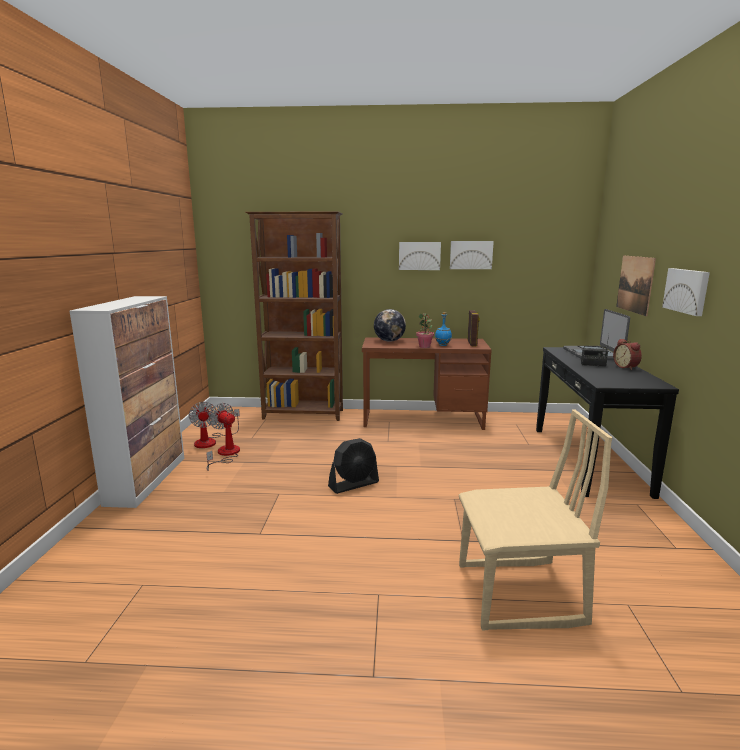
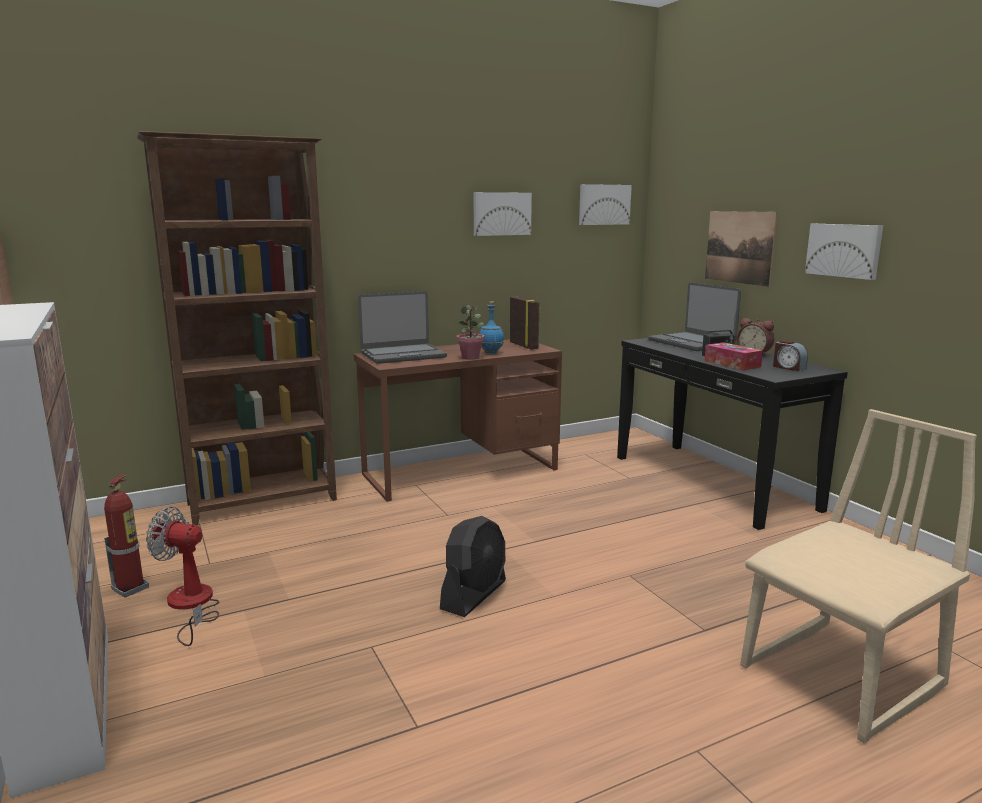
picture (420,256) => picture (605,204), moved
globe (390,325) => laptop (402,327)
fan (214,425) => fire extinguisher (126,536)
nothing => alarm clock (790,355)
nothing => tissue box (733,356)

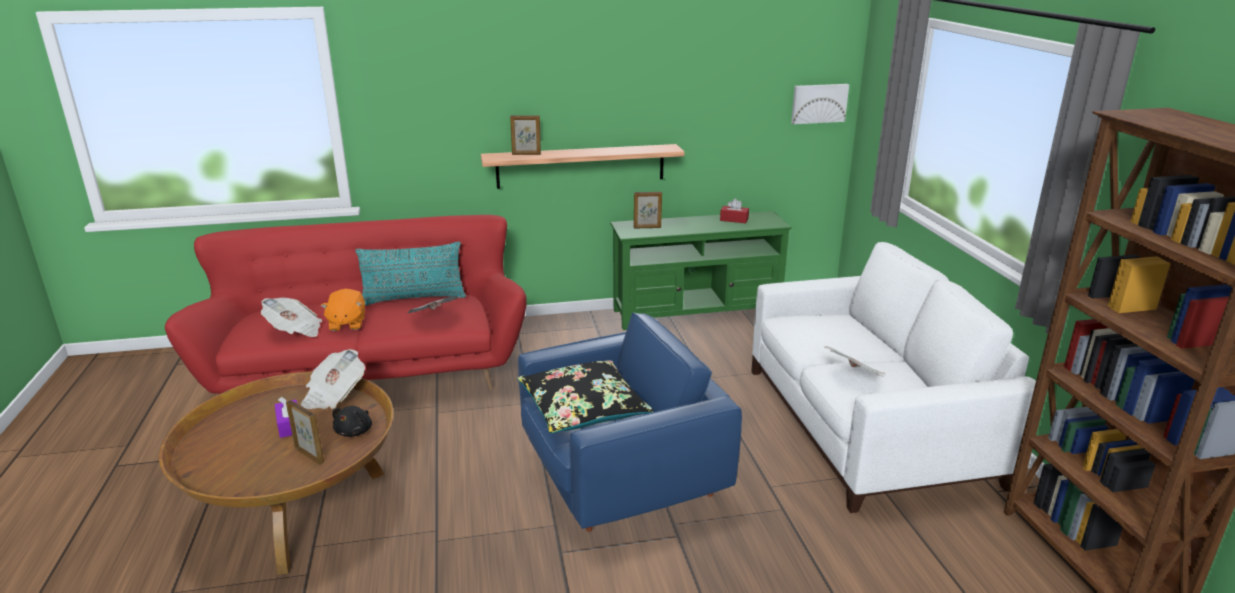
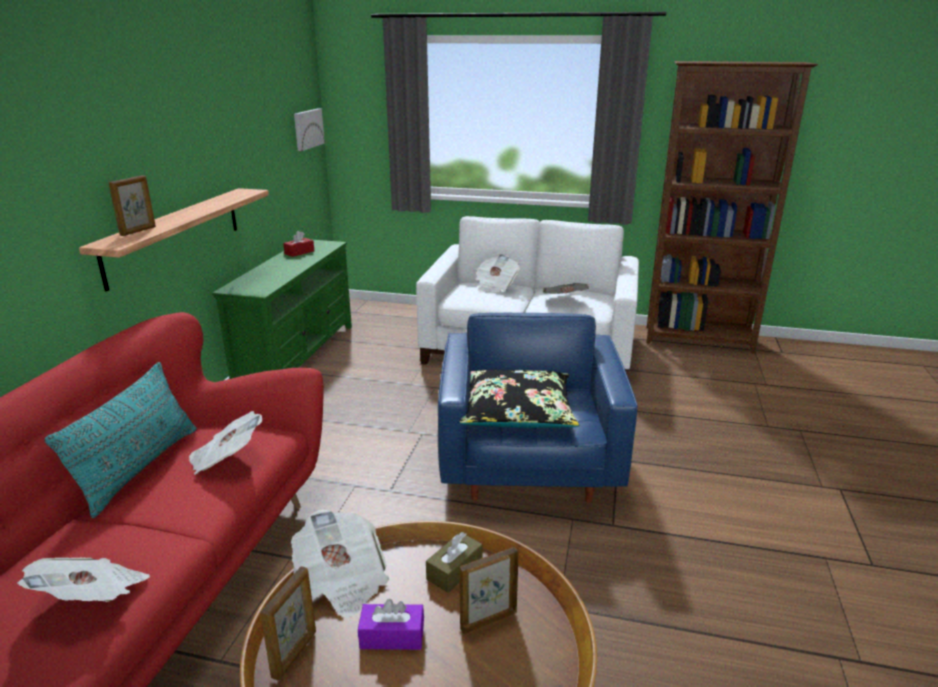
picture frame (648,210) => picture frame (288,623), moved
plush toy/orange (343,310) => nothing
plush toy/black (352,421) => tissue box/brown (454,562)
nothing => newspaper (497,273)

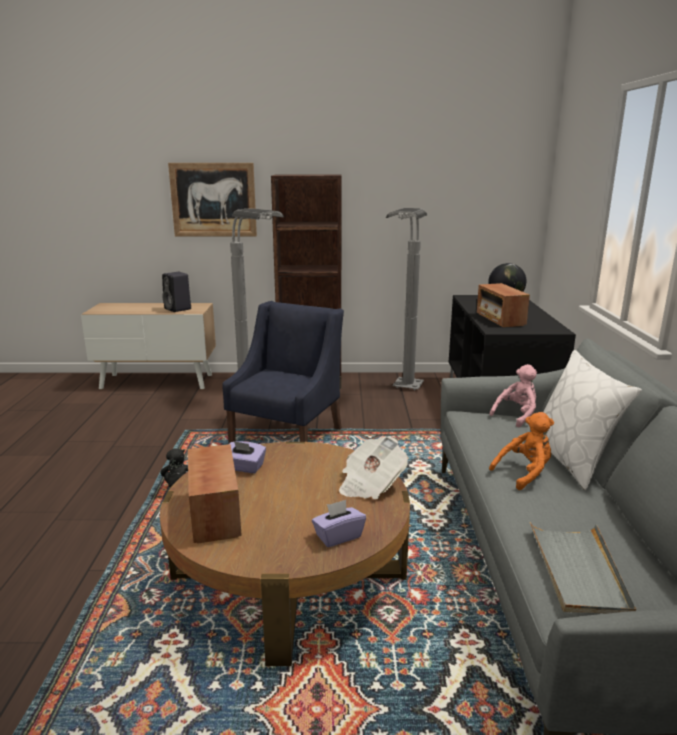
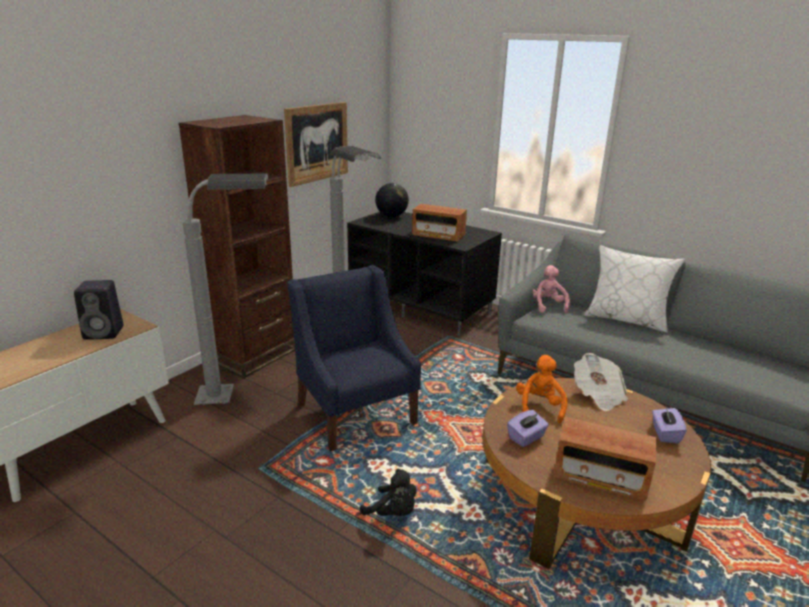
picture (212,199) => picture (316,144), moved
plush toy/orange (521,451) => plush toy/orange (542,389), moved
tray/grey (583,568) => nothing

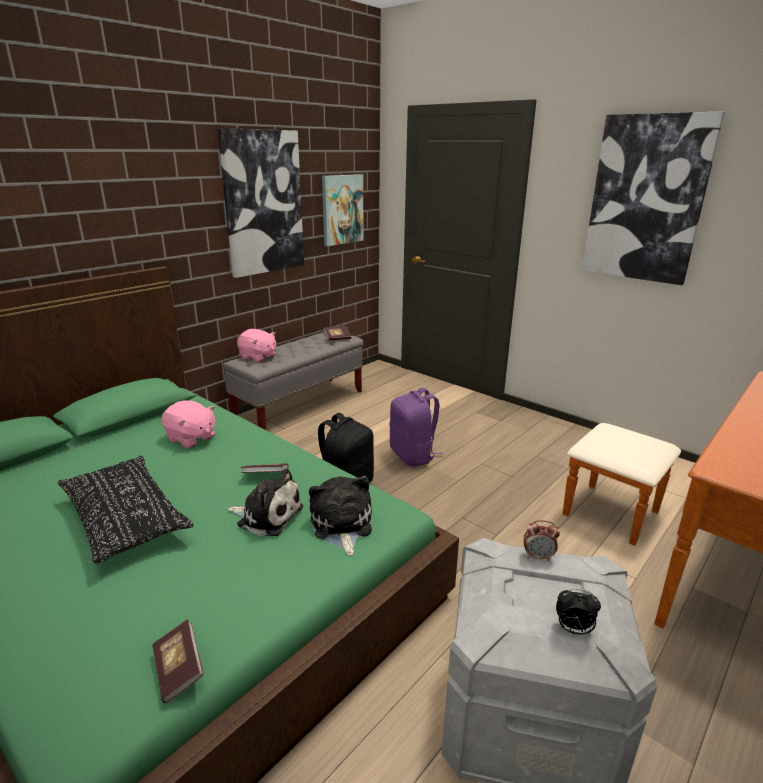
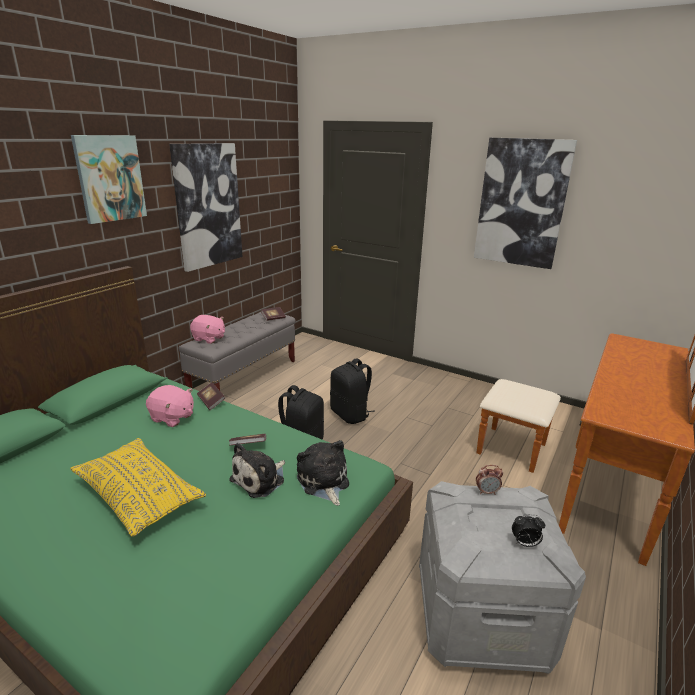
picture (343,210) => picture (109,179), moved
backpack/purple (416,427) => backpack/black (352,391)
pillow/black (126,510) => pillow/yellow (138,487)
plush toy (265,502) => plush toy (257,470), 120 degrees clockwise
book (178,661) => book (211,396), moved

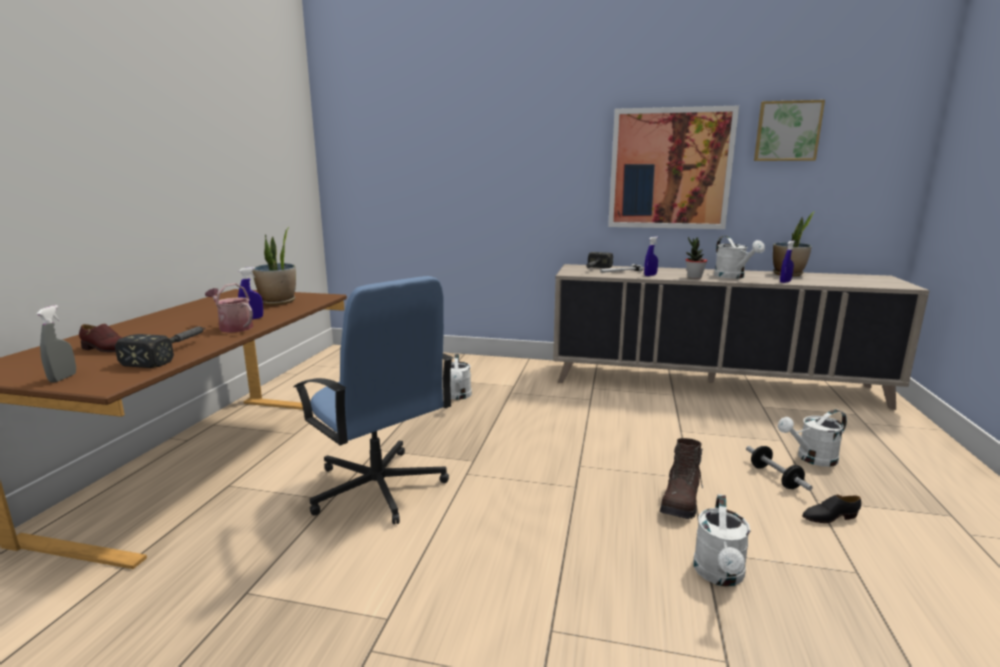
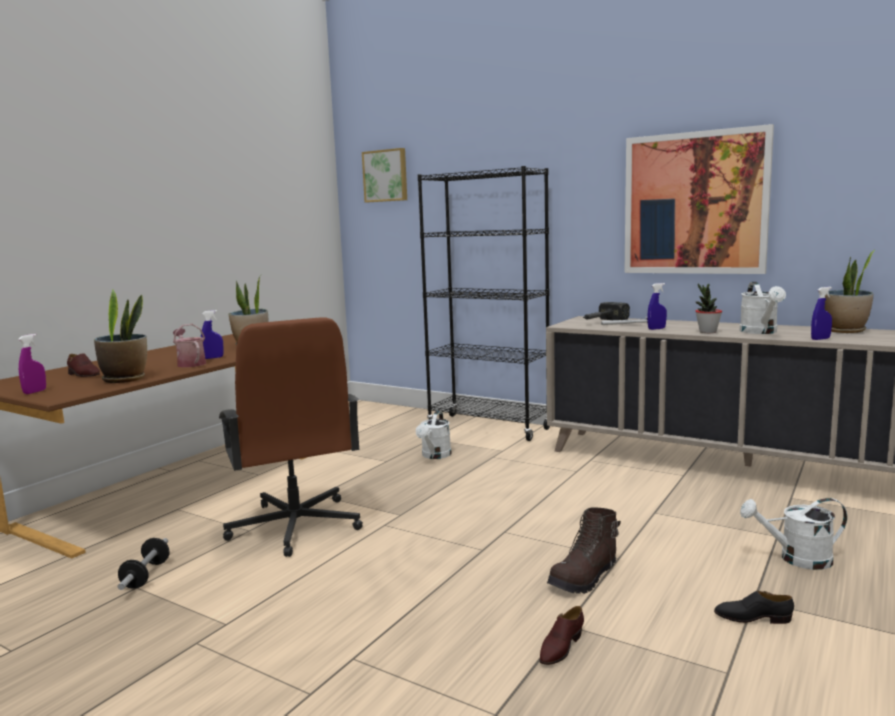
picture (789,130) => picture (384,175), moved
office chair/blue (373,400) => office chair/brown (291,437)
spray bottle/grey (56,344) => spray bottle/purple (32,364)
hammer (160,347) => potted plant (120,336)
dumbbell (779,468) => dumbbell (144,564), moved
watering can/white (721,540) => shoe/brown (561,635)
nothing => bookcase/black (484,303)

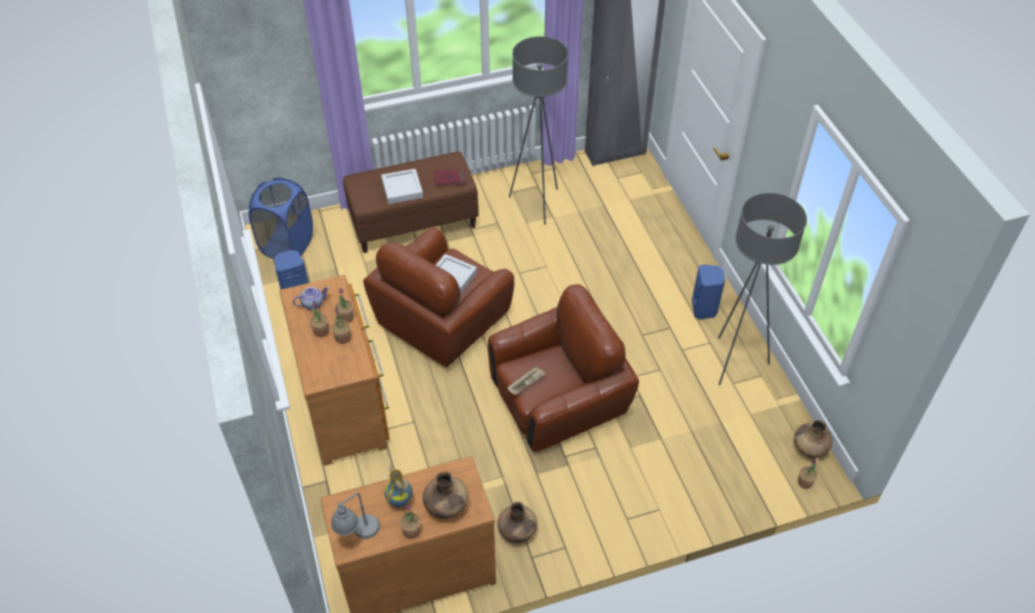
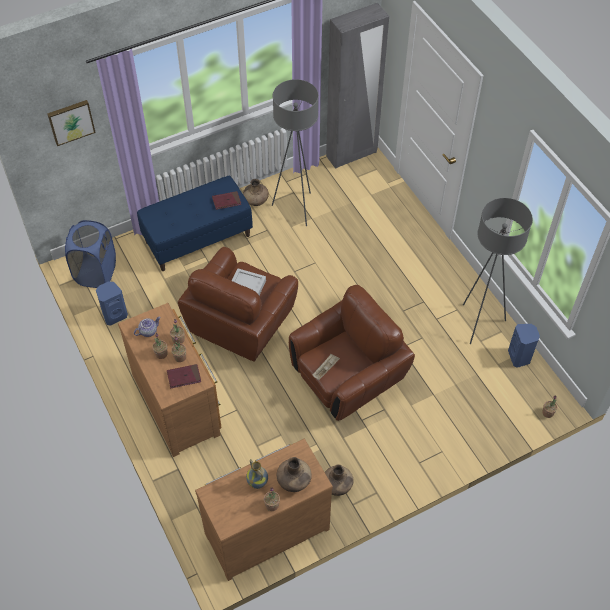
bench/brown (411,202) => bench/blue (195,223)
tray/grey (402,186) => nothing
speaker/blue (708,291) => speaker/blue (524,346), moved
vase/brown (813,439) => vase/brown (256,192), moved
table lamp/grey (355,516) => nothing
nothing => picture (71,123)
nothing => book/red (184,376)

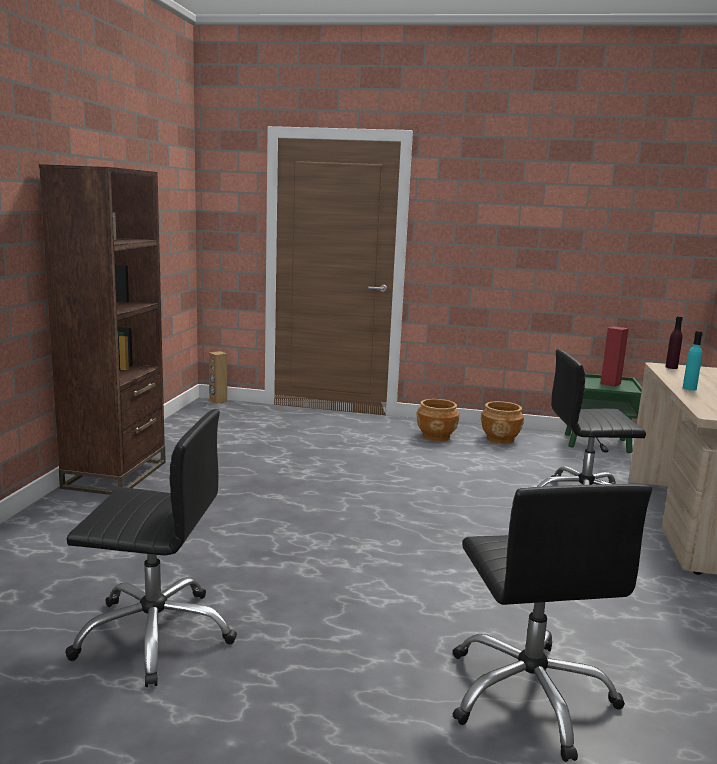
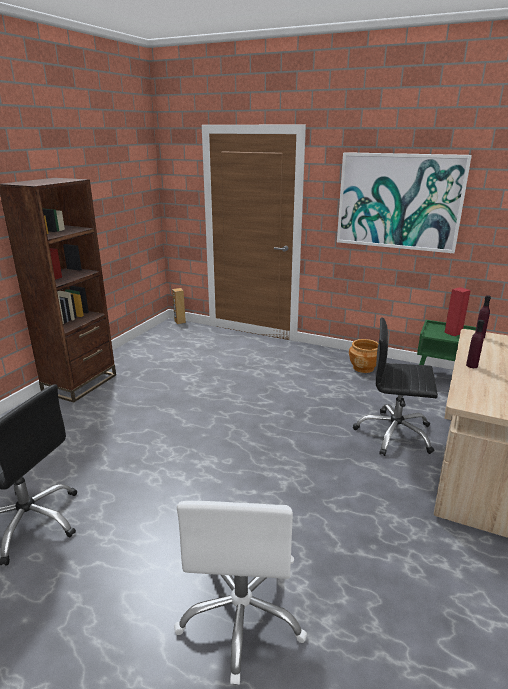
bottle/turquoise (693,361) => bottle/purple (475,344)
planter/brown (438,420) => nothing
office chair/black (552,623) => office chair/white (240,593)
nothing => picture (404,202)

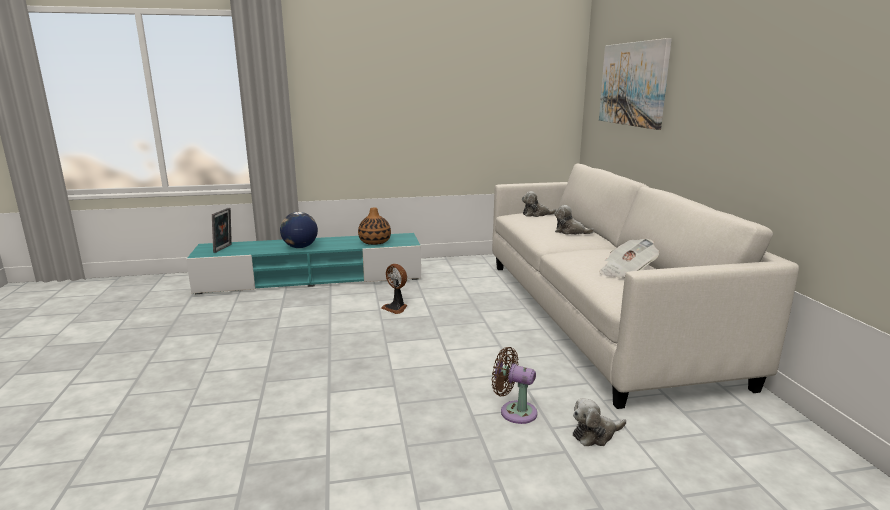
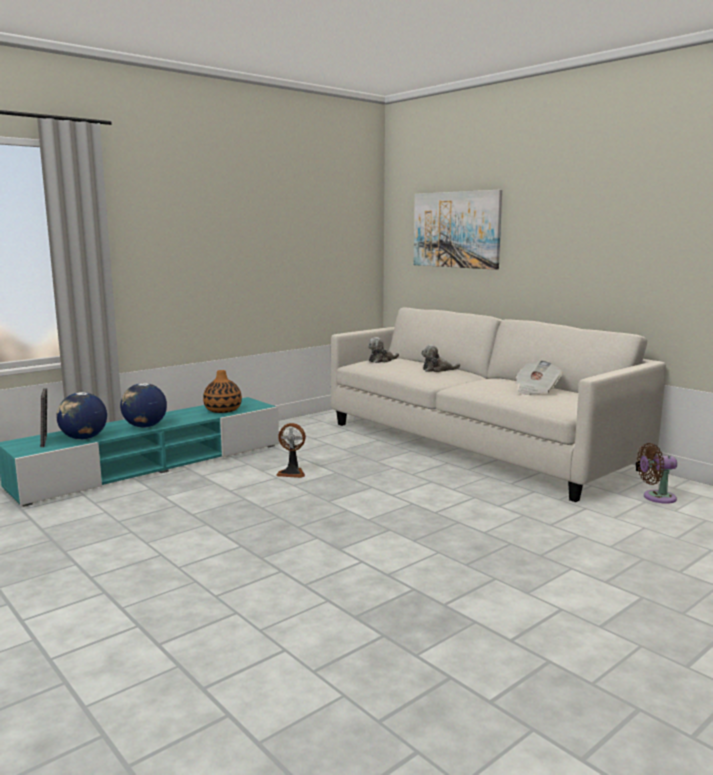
fan/brown (515,385) => fan/brown (657,473), moved
plush toy (599,422) => nothing
nothing => globe (81,416)

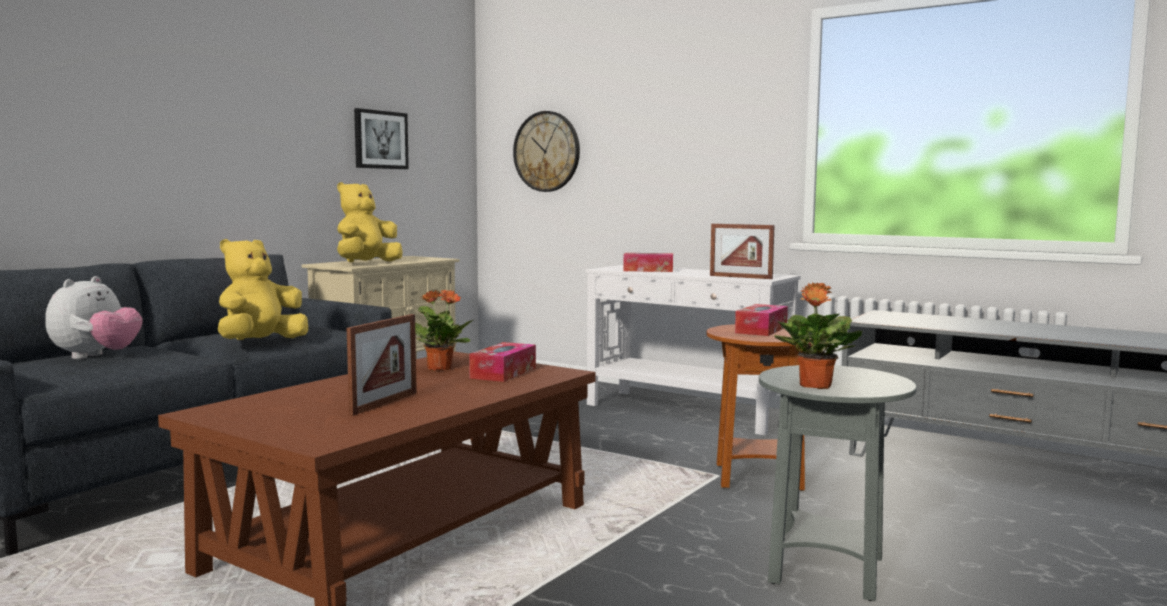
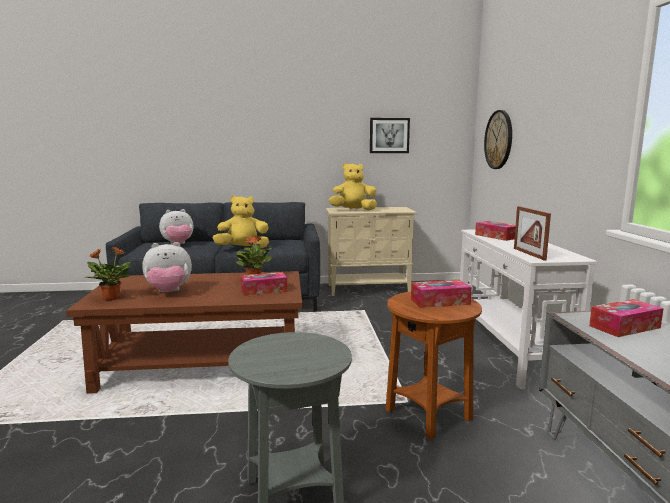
potted plant (818,336) => potted plant (107,273), moved
picture frame (382,365) => plush toy (167,267)
nothing => tissue box (626,318)

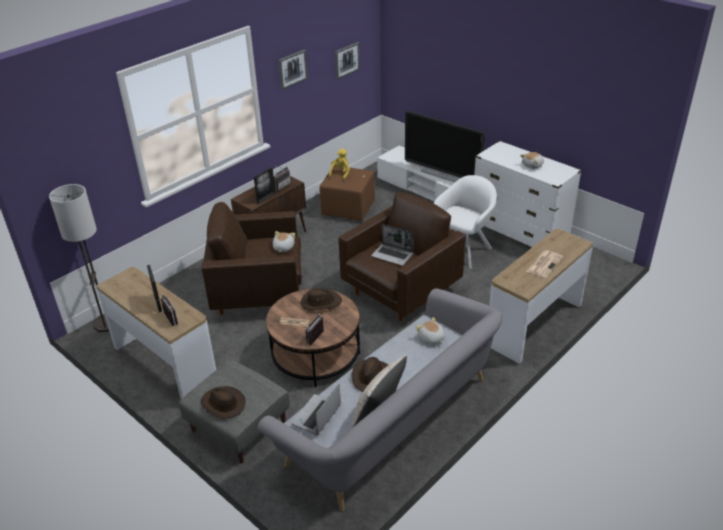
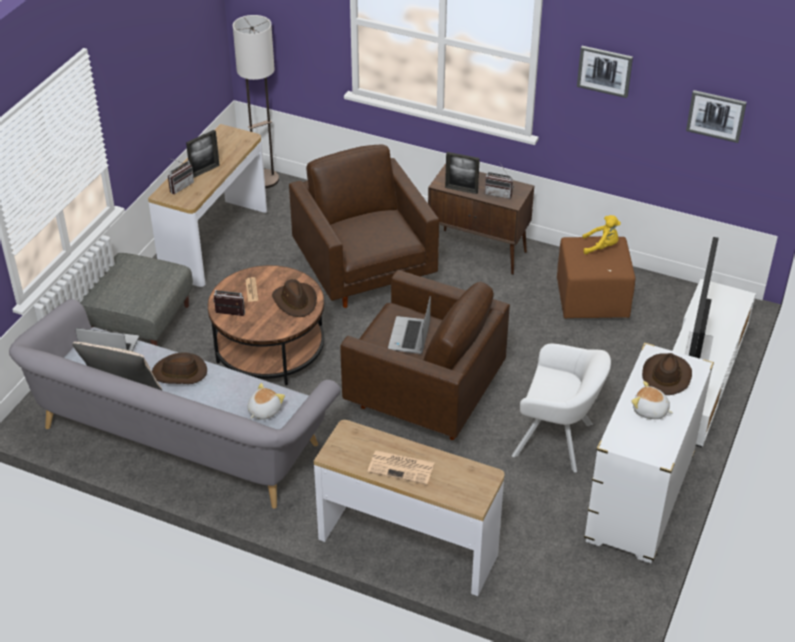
plush toy (284,241) => nothing
hat/brown (223,402) => hat/brown (667,374), moved

